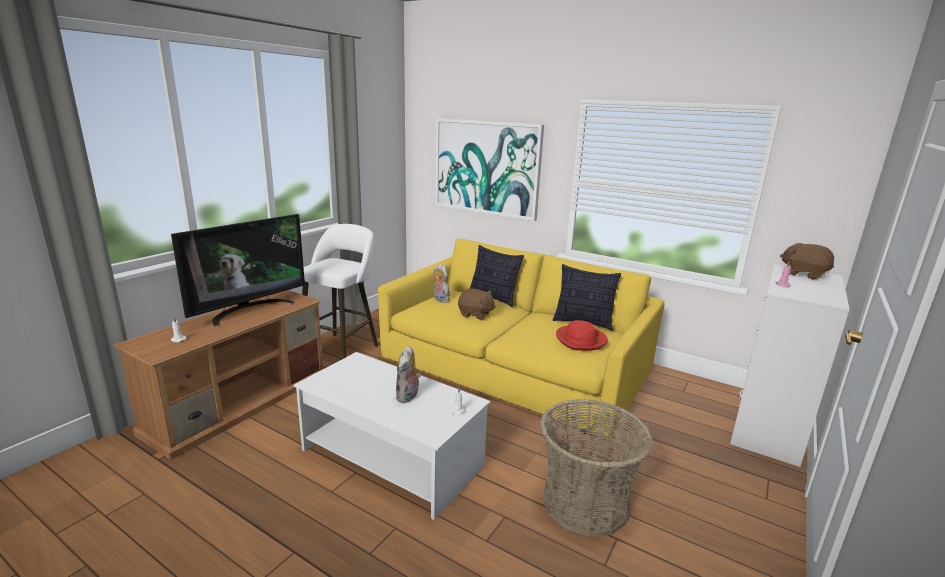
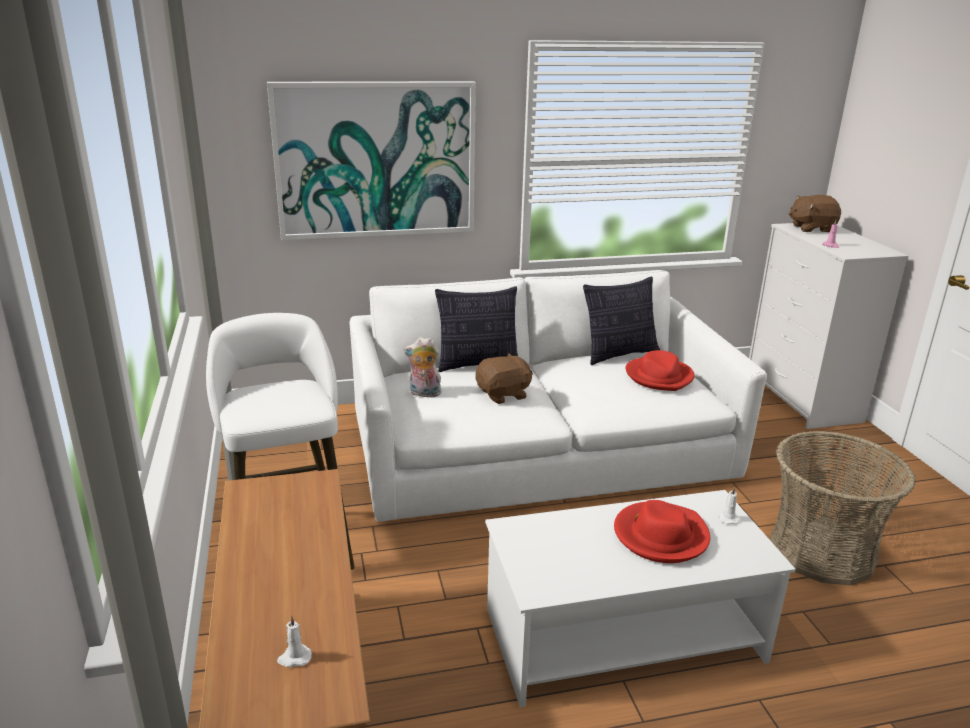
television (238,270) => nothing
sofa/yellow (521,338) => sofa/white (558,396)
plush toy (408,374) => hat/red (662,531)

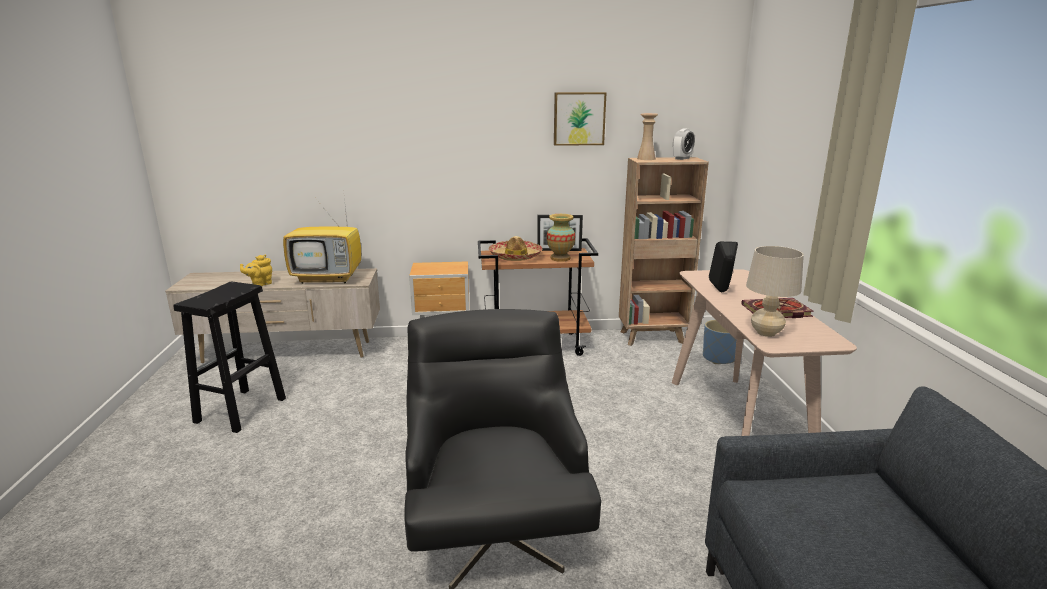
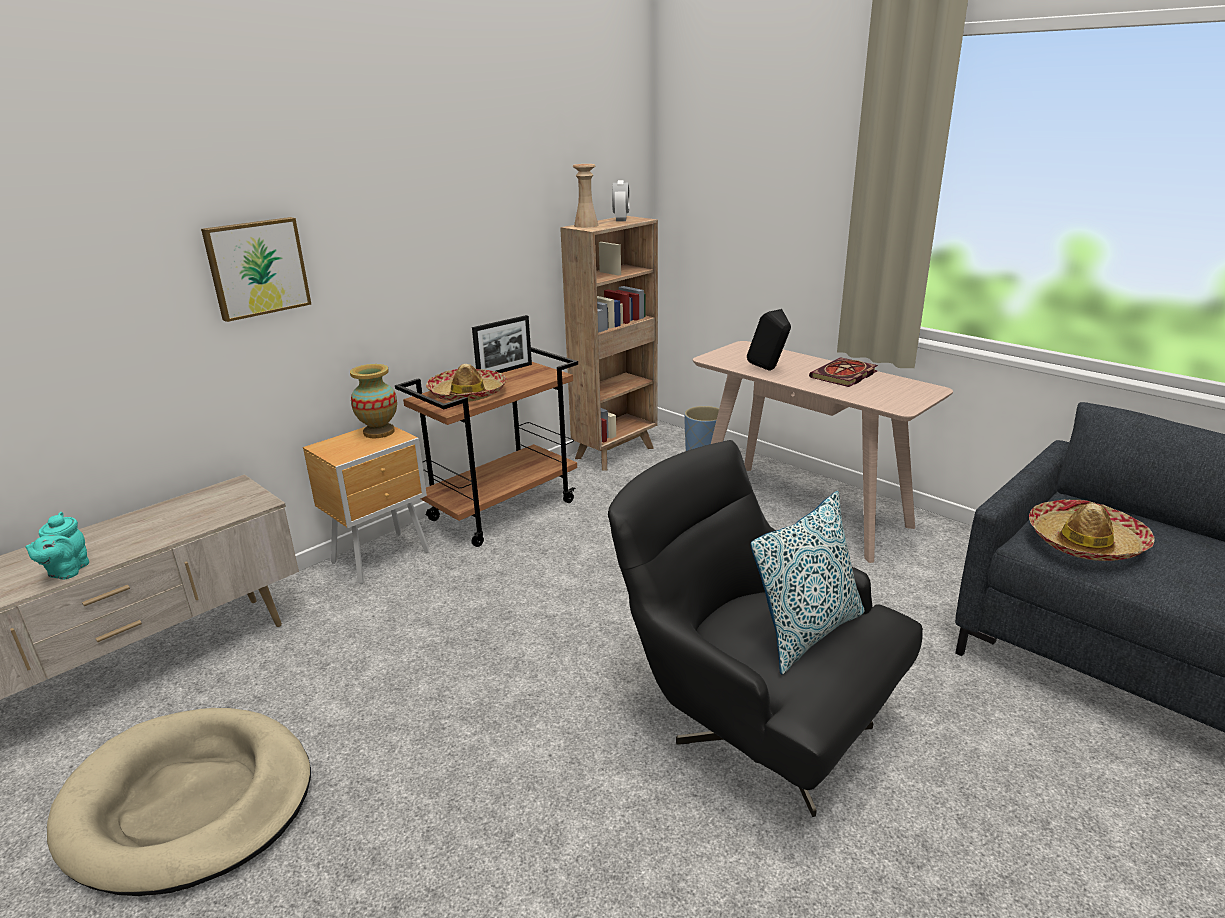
picture (580,119) => picture (256,269), moved
television (322,236) => nothing
vase (560,238) => vase (373,401), moved
table lamp/beige (775,291) => nothing
teapot/yellow (256,270) => teapot/turquoise (57,546)
stool/black (229,357) => dog bed/beige (179,802)
nothing => pillow (808,583)
nothing => hat (1092,530)

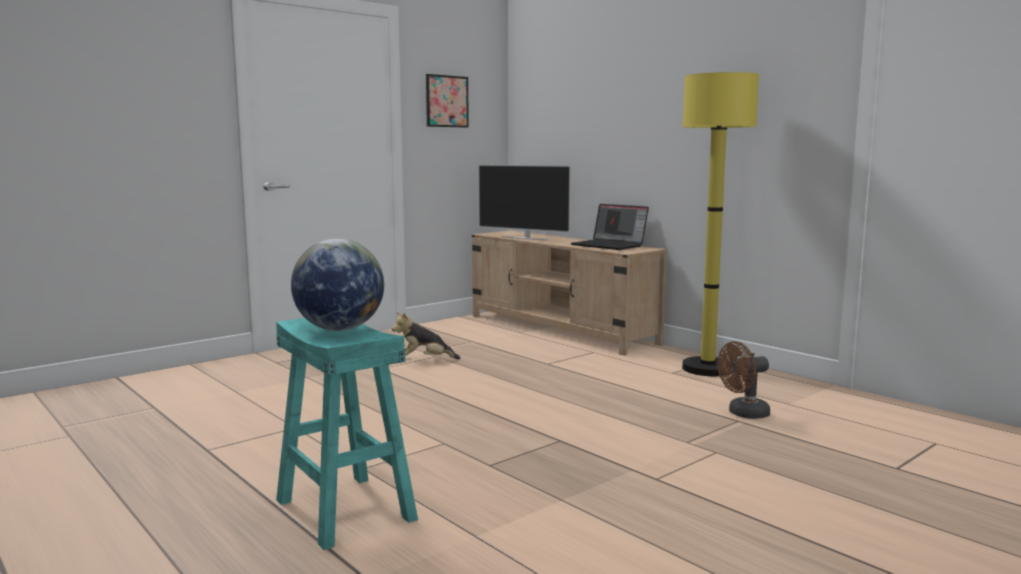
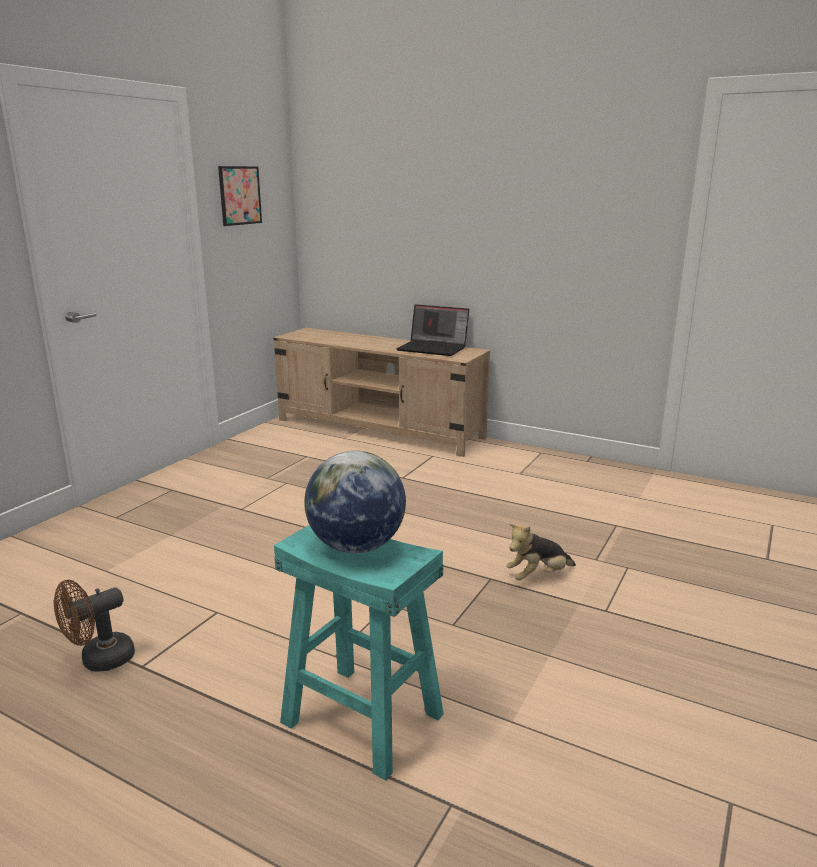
floor lamp/yellow (720,224) => nothing
television (524,202) => nothing
plush toy (426,335) => plush toy (541,552), moved
fan/brown (744,380) => fan/brown (94,626), moved

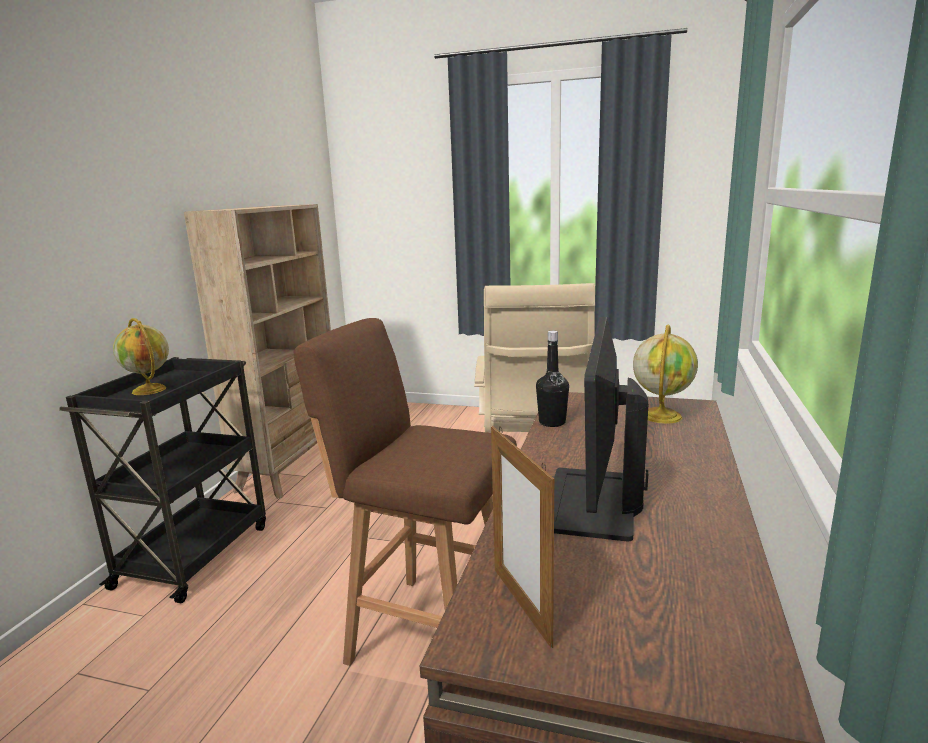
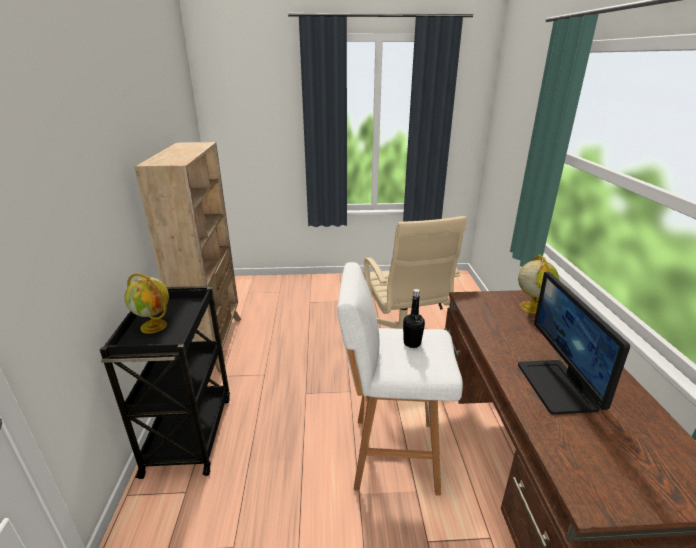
stool/brown (405,492) => stool/white (400,379)
bottle/black (552,379) => bottle/black (414,318), moved
picture frame (522,537) => nothing

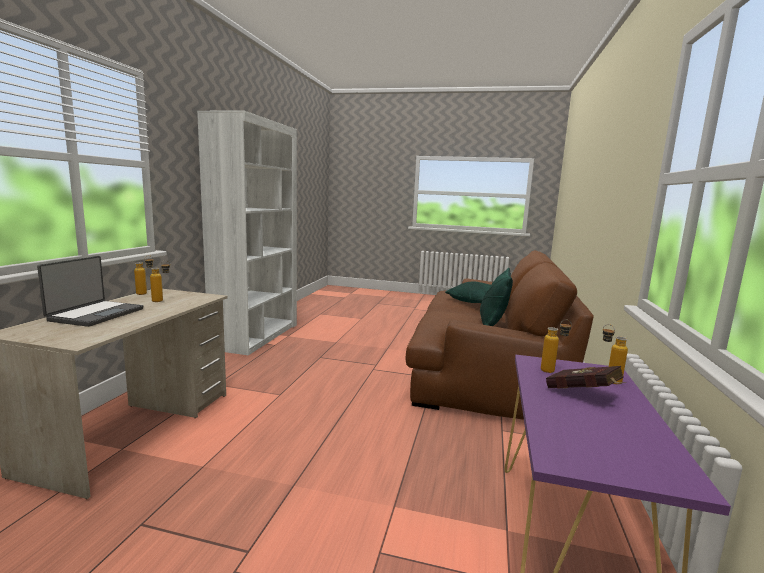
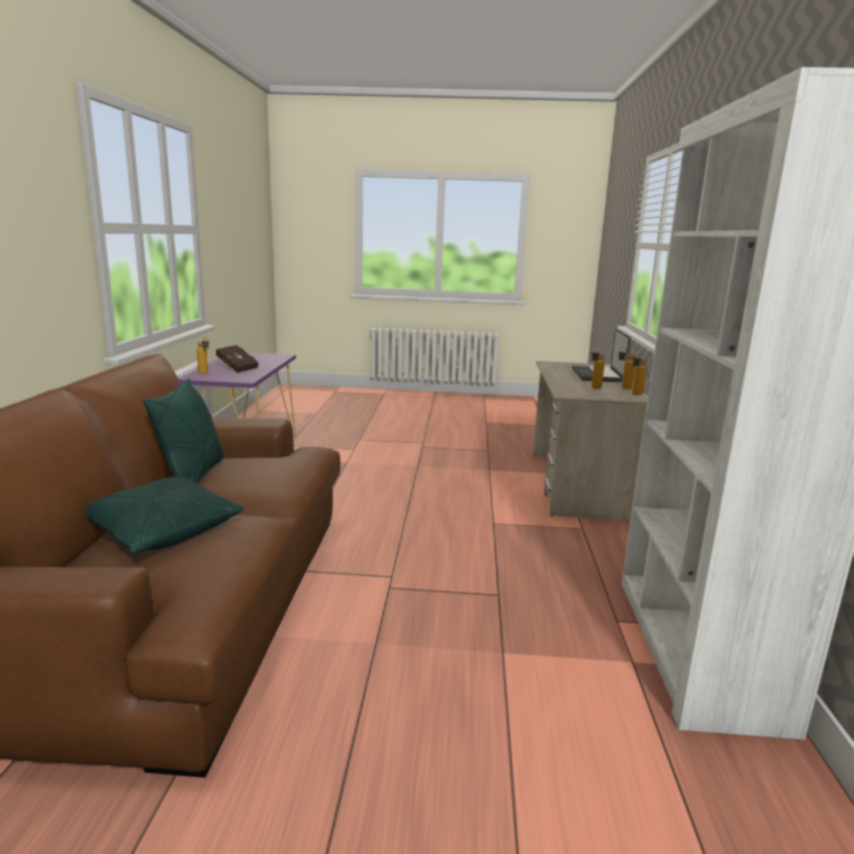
bottle (556,346) => bottle (627,368), moved

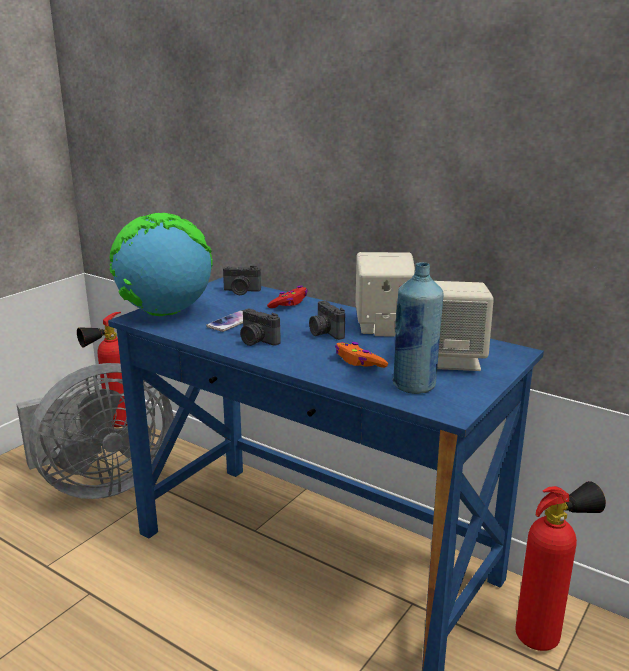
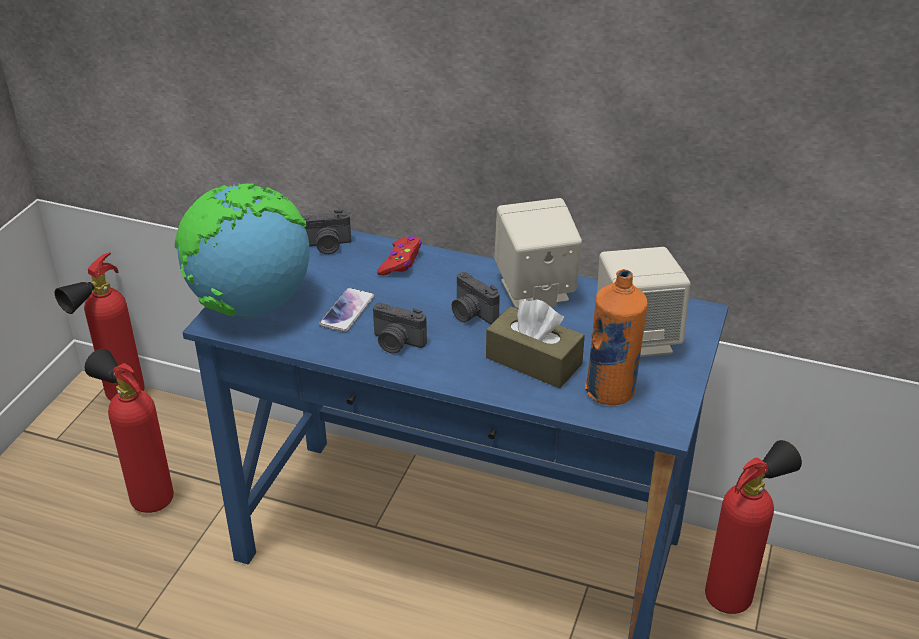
bottle/blue (418,328) => bottle/orange (616,337)
game controller/orange (361,355) => tissue box/brown (535,344)
fan/grey (95,431) => fire extinguisher (129,431)

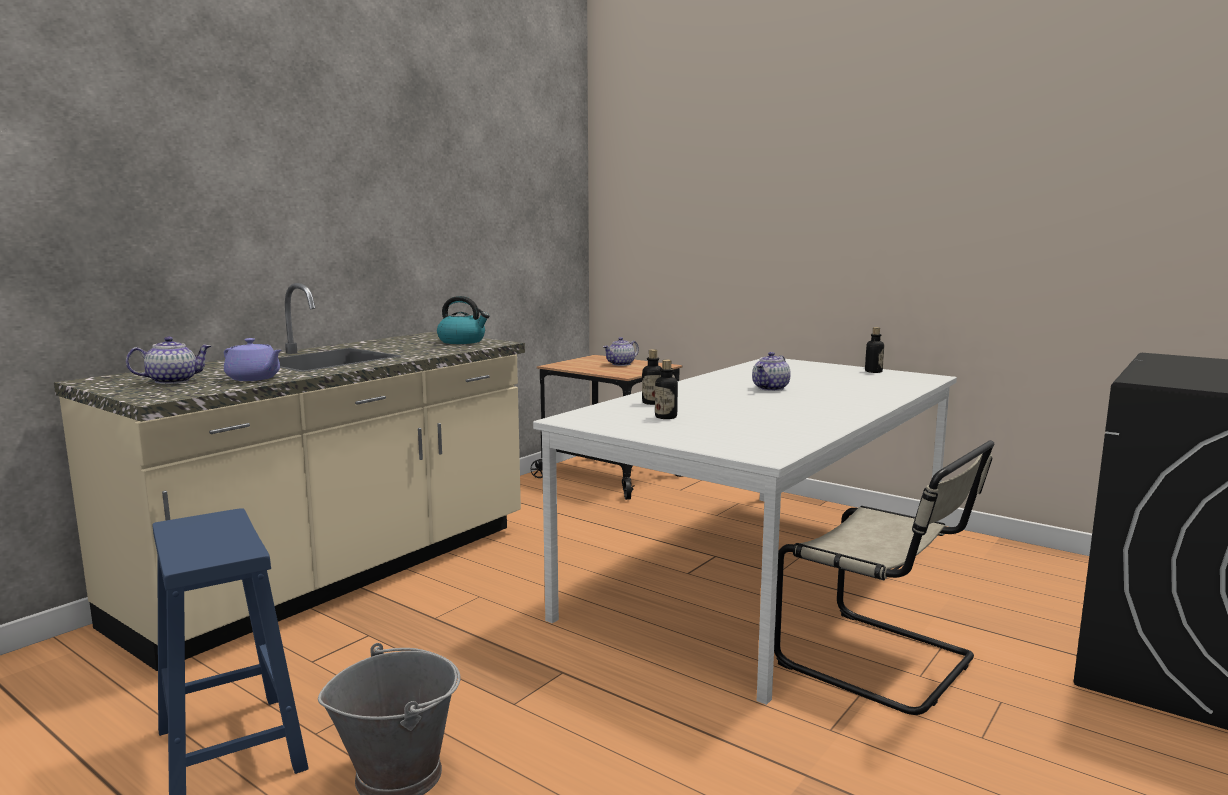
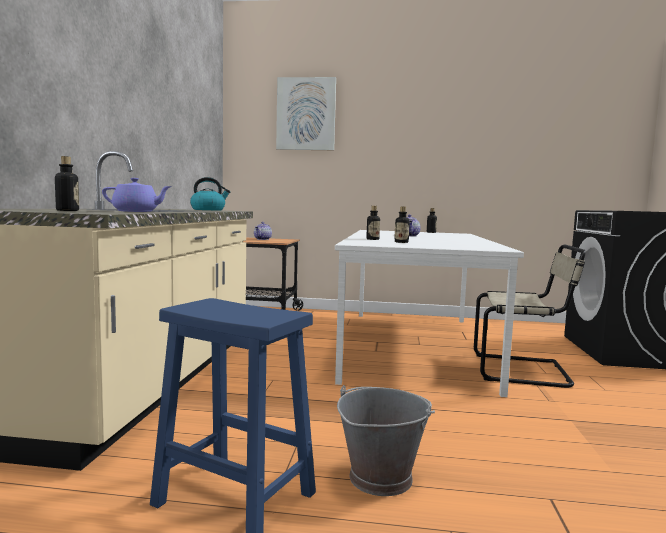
teapot (168,360) => bottle (67,183)
nothing => picture (306,113)

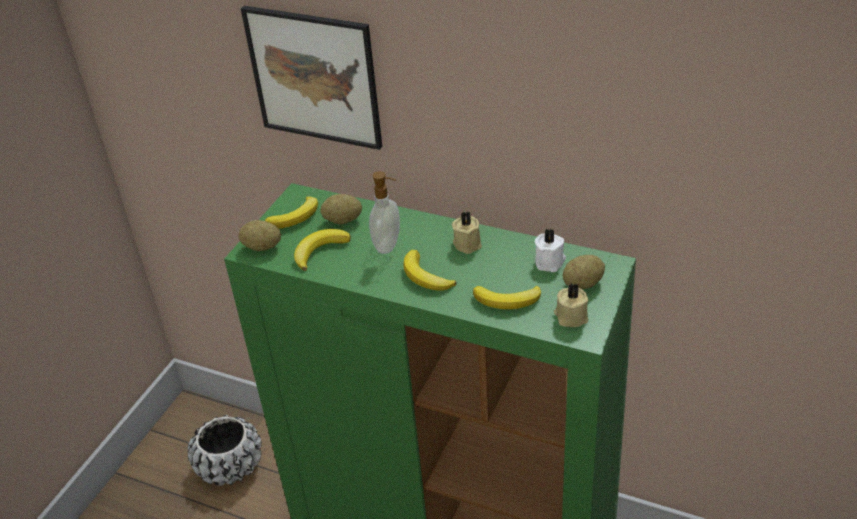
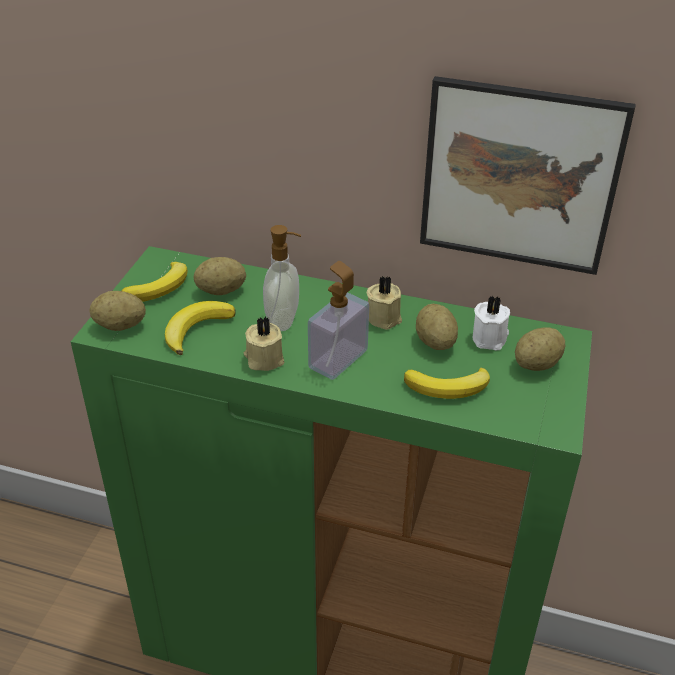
picture (311,78) => picture (528,175), moved
banana (430,270) => soap dispenser (338,320)
candle/beige (571,305) => candle/beige (264,344), moved
planter/black (225,450) => nothing
nothing => potato (437,327)

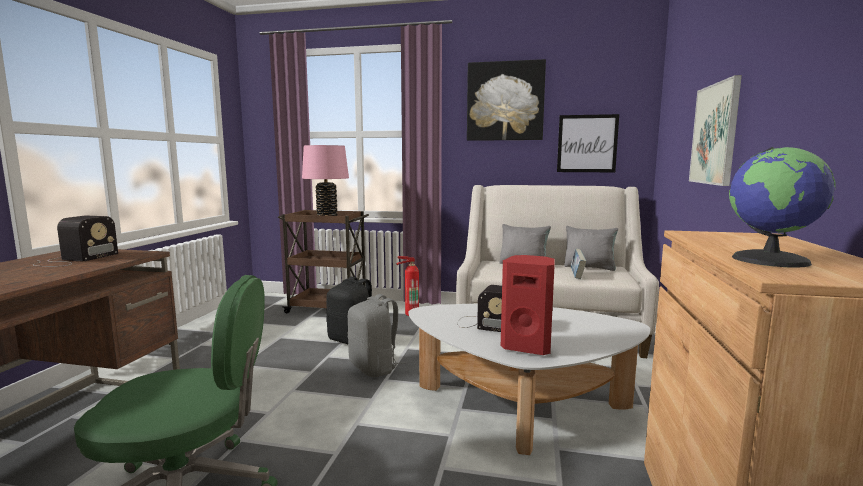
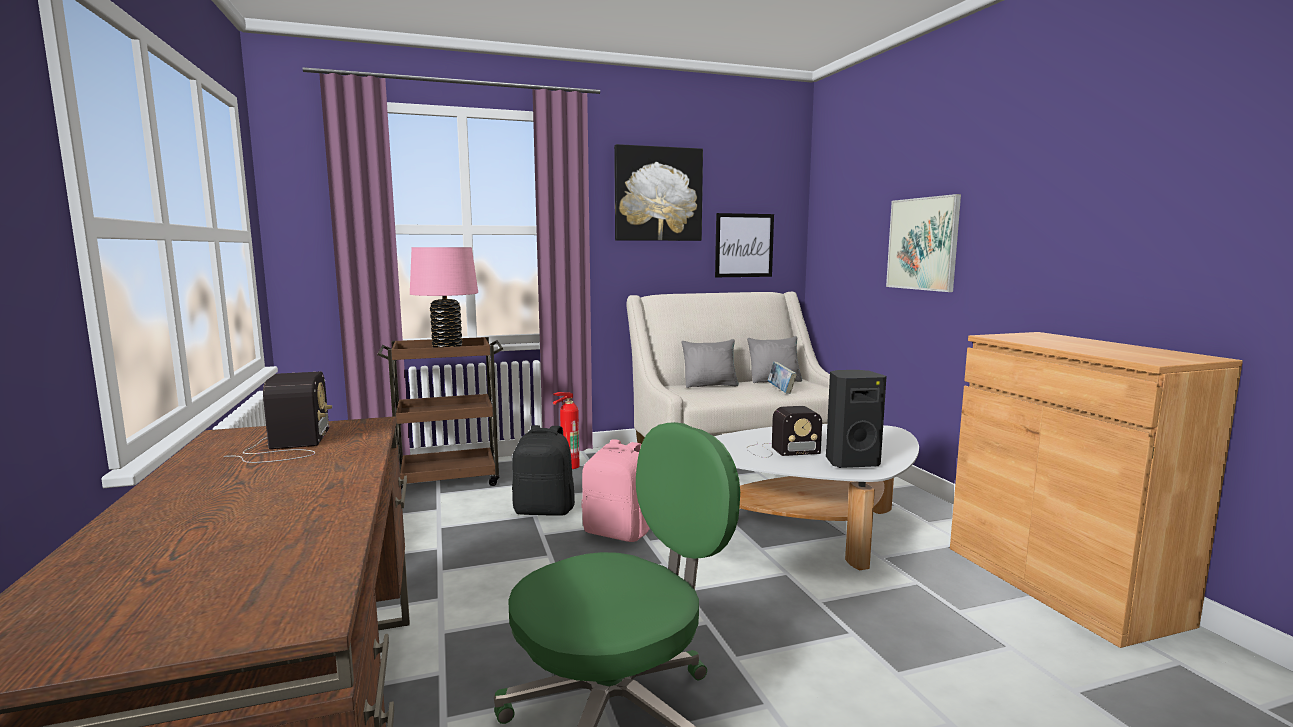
globe (782,207) => nothing
speaker/red (528,305) => speaker/black (856,419)
backpack/grey (377,335) => backpack/pink (615,490)

